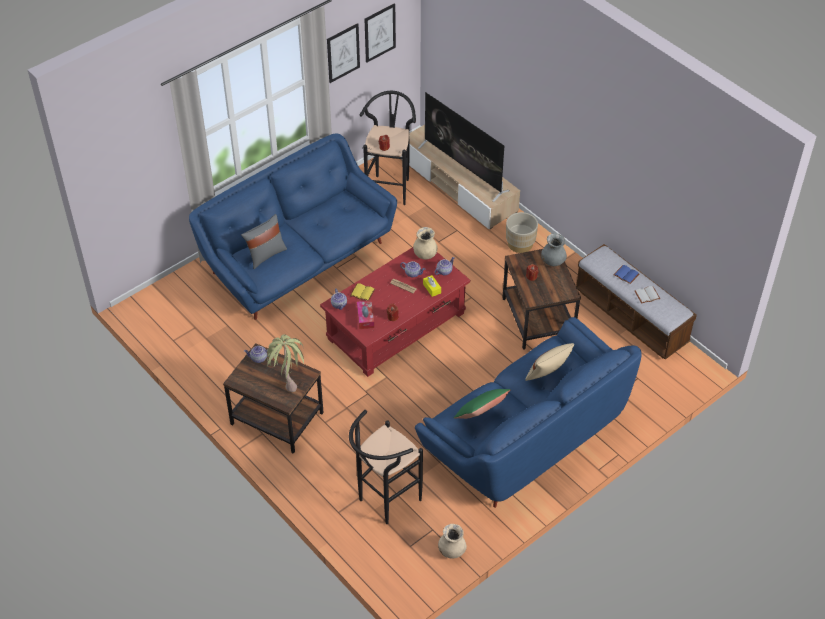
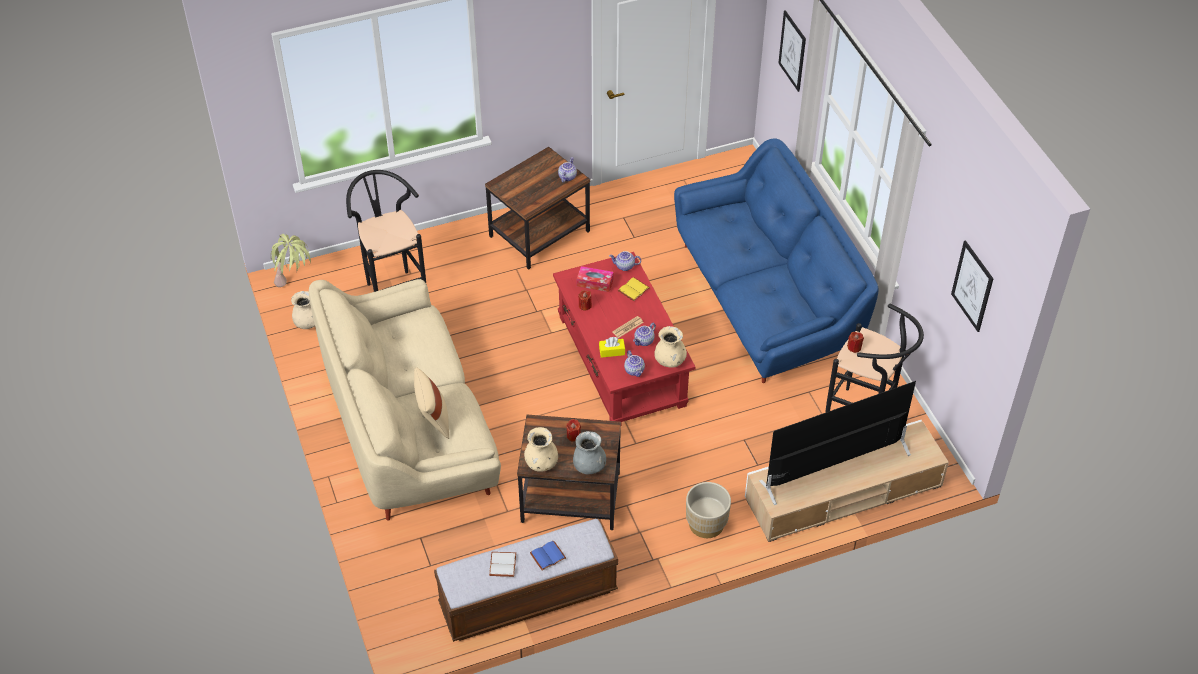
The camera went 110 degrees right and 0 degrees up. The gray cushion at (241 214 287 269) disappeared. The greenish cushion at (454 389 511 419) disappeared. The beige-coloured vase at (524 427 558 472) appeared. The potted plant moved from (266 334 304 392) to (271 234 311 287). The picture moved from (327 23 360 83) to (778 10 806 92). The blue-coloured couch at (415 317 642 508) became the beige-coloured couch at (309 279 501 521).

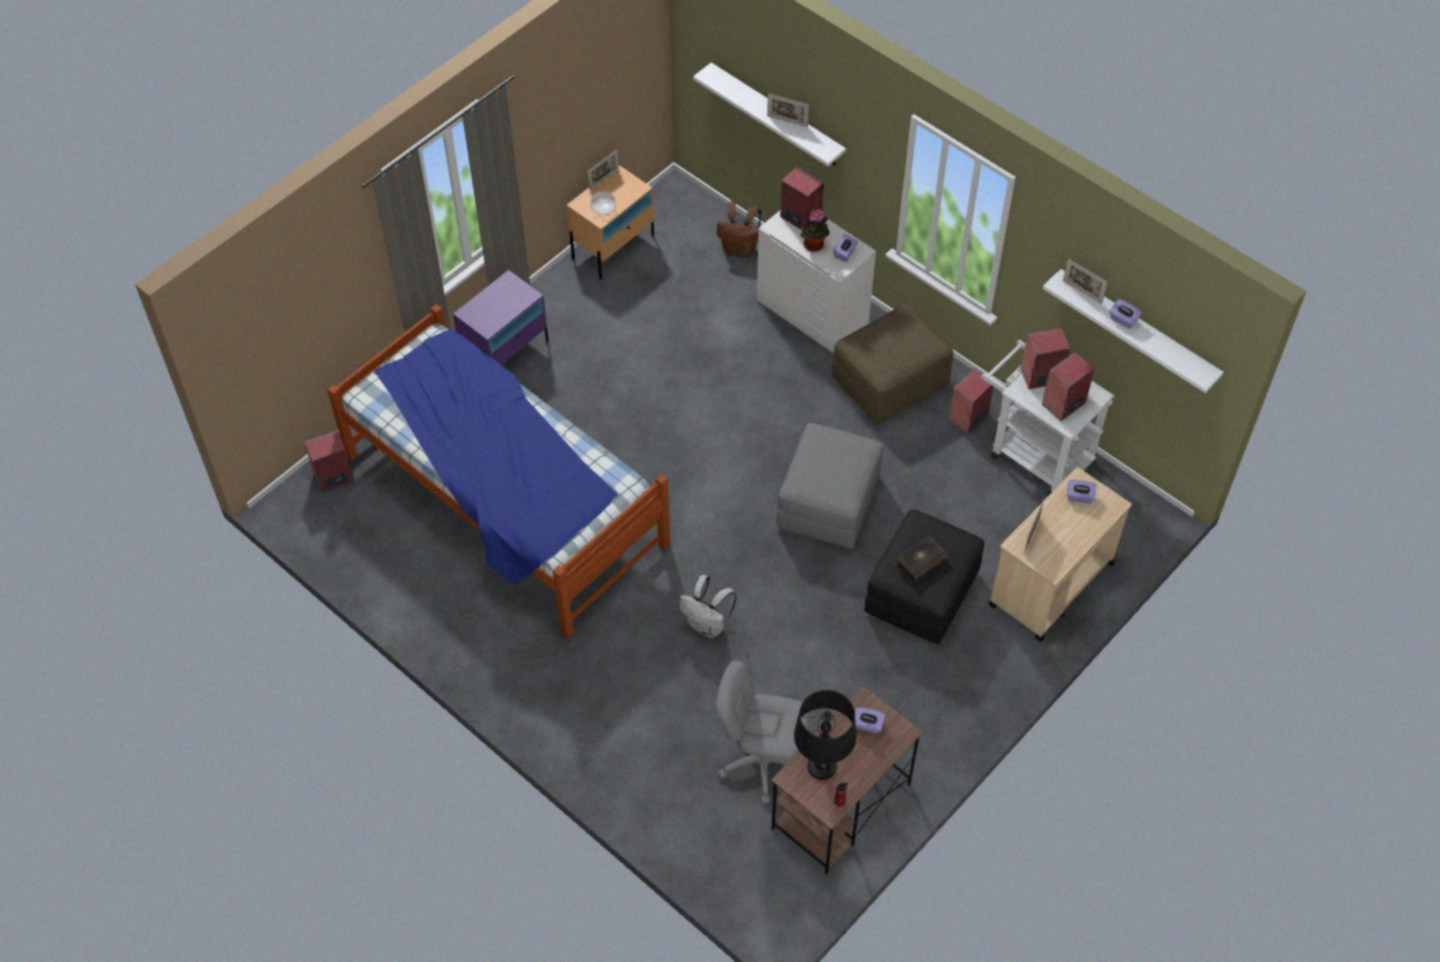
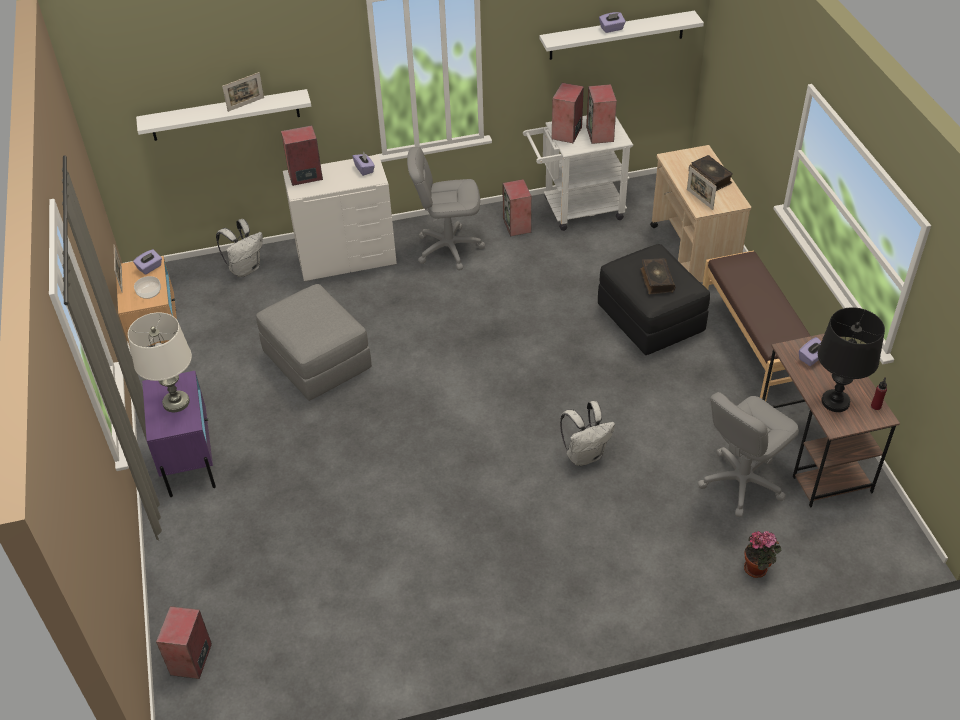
The camera went 55 degrees left and 10 degrees down. The bed at (327 304 670 638) disappeared. The picture frame at (1063 259 1107 304) disappeared. The white table lamp at (128 312 192 412) appeared. The volume at (689 155 733 191) appeared. The brown long seat at (703 251 811 401) appeared. The gray ottoman moved from (776 423 883 549) to (256 284 372 401). The potted plant moved from (800 209 830 252) to (744 531 782 578). The purple-coloured tissue box moved from (1067 480 1096 503) to (133 249 162 275). The brown ottoman at (832 303 953 425) was replaced by the gray desk chair at (407 147 485 270). The brown knapsack at (717 201 762 258) became the white knapsack at (216 219 263 277).

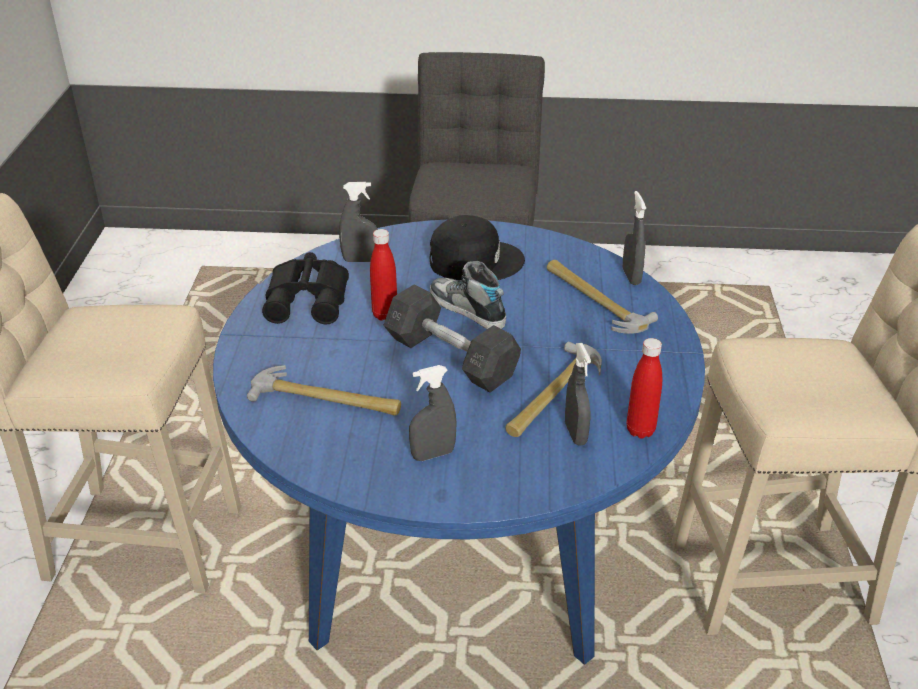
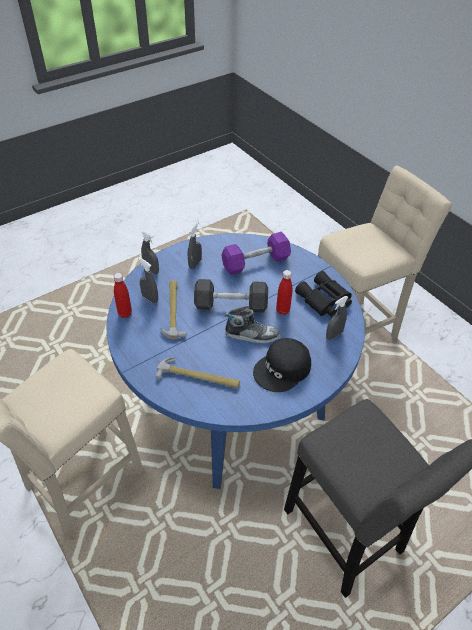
The camera went 140 degrees right and 10 degrees up. The gray sprayer moved from (623 191 646 285) to (141 231 159 274). The hammer at (247 365 401 416) was replaced by the purple-coloured free weight at (221 231 291 275).

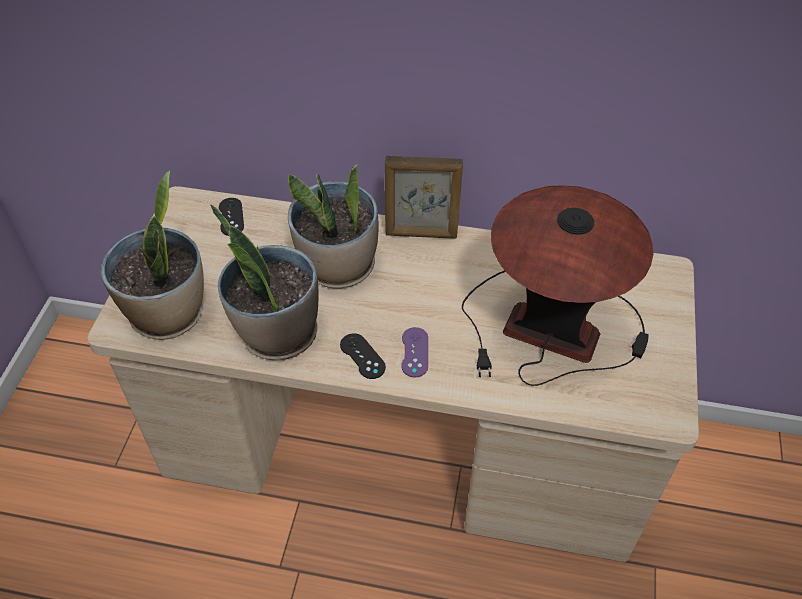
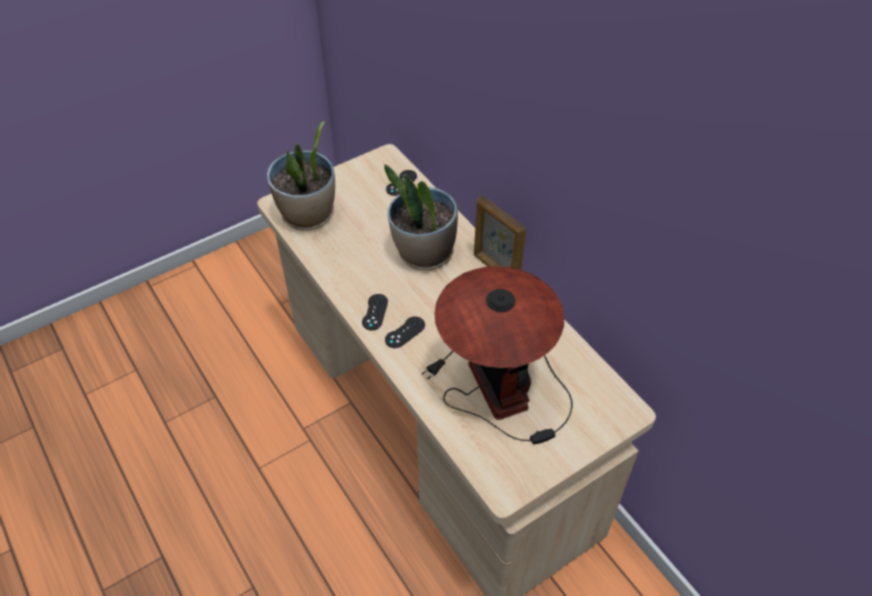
The camera went 45 degrees right and 0 degrees up. The potted plant at (210 204 319 360) disappeared. The purple-coloured game controller at (401 327 428 378) became the black game controller at (385 316 425 348).

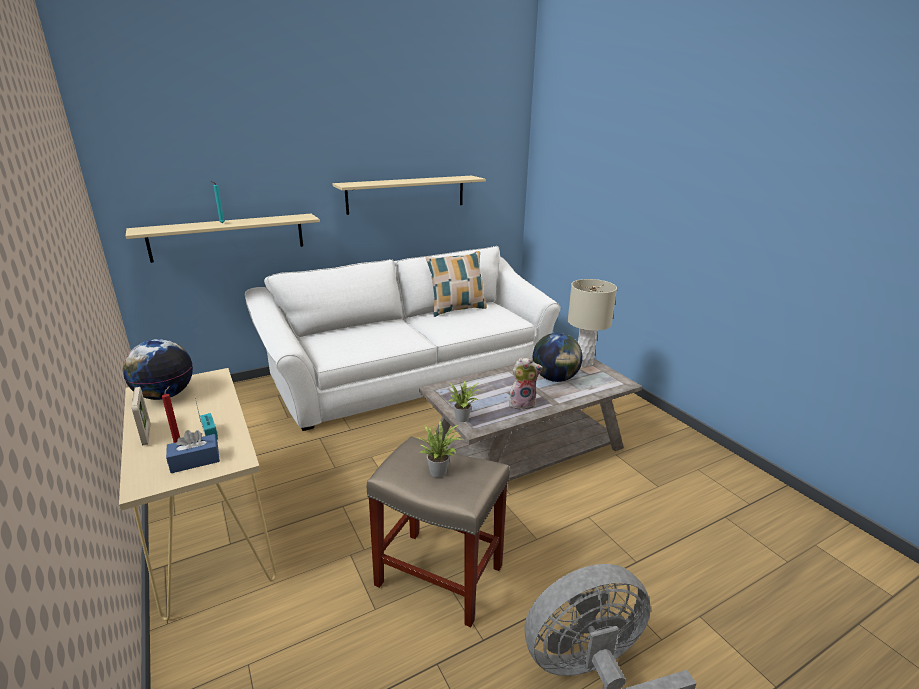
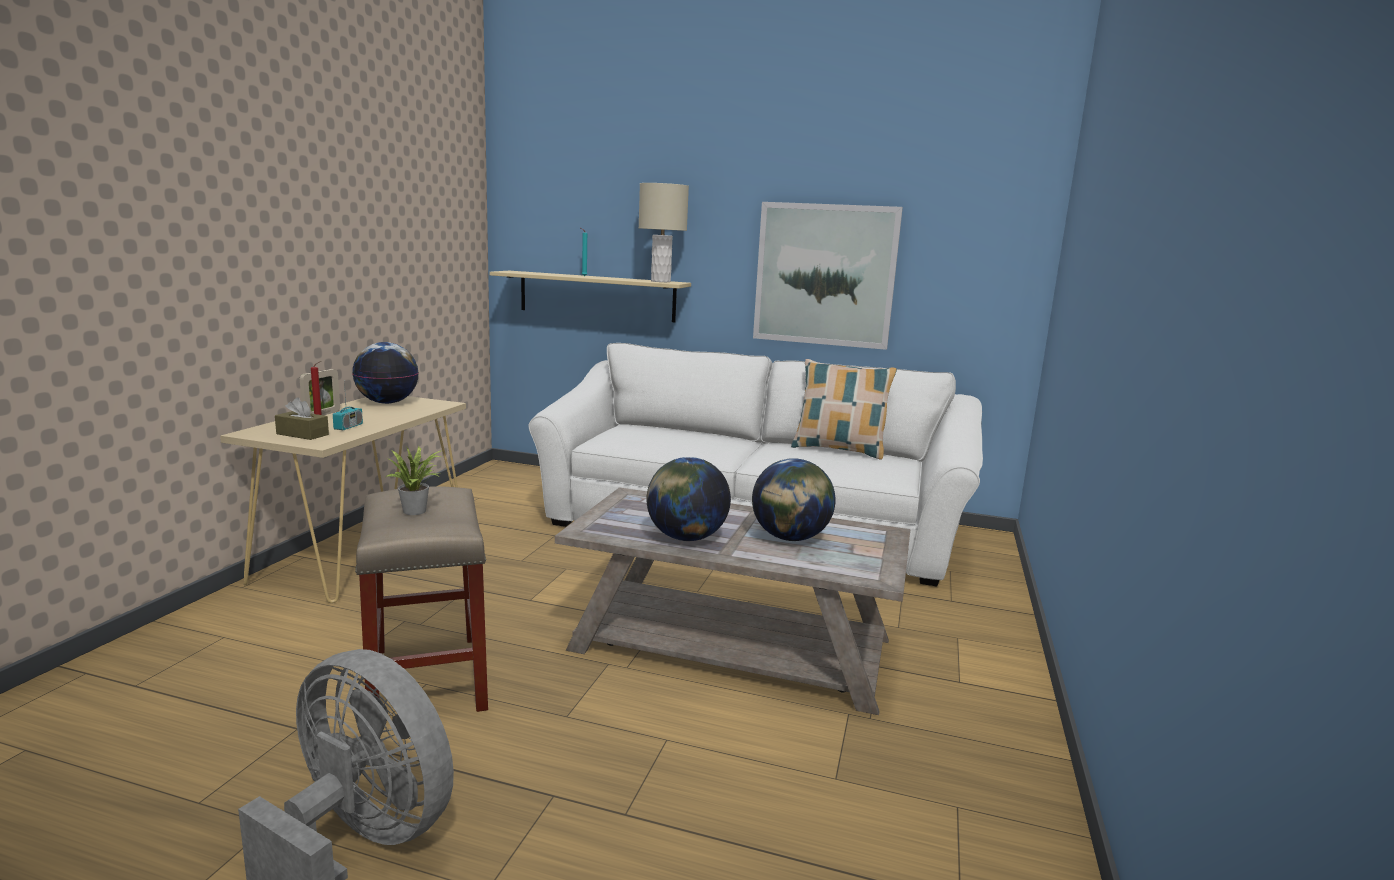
The camera went 45 degrees right and 10 degrees down. The potted plant at (449 380 480 422) disappeared. The beige-coloured table lamp moved from (568 279 617 367) to (639 183 689 282). The beige-coloured wall shelf at (333 176 486 215) was replaced by the picture at (753 202 903 350). The soft toy at (509 357 543 410) was replaced by the desk globe at (646 457 731 541). The blue-coloured tissue box at (166 430 220 473) became the brown tissue box at (275 397 329 440).

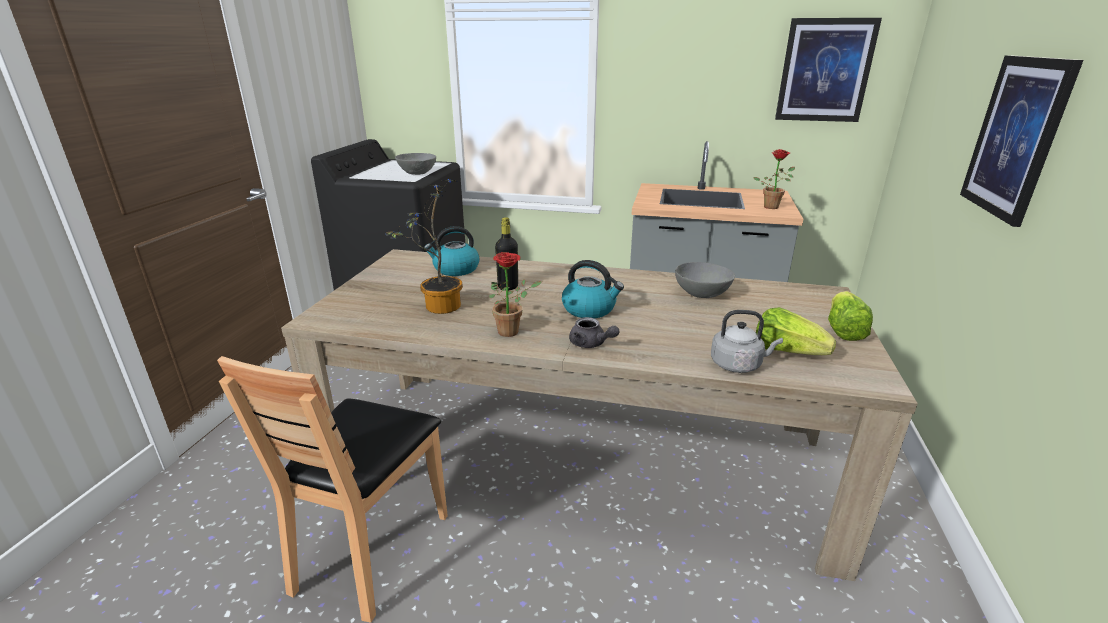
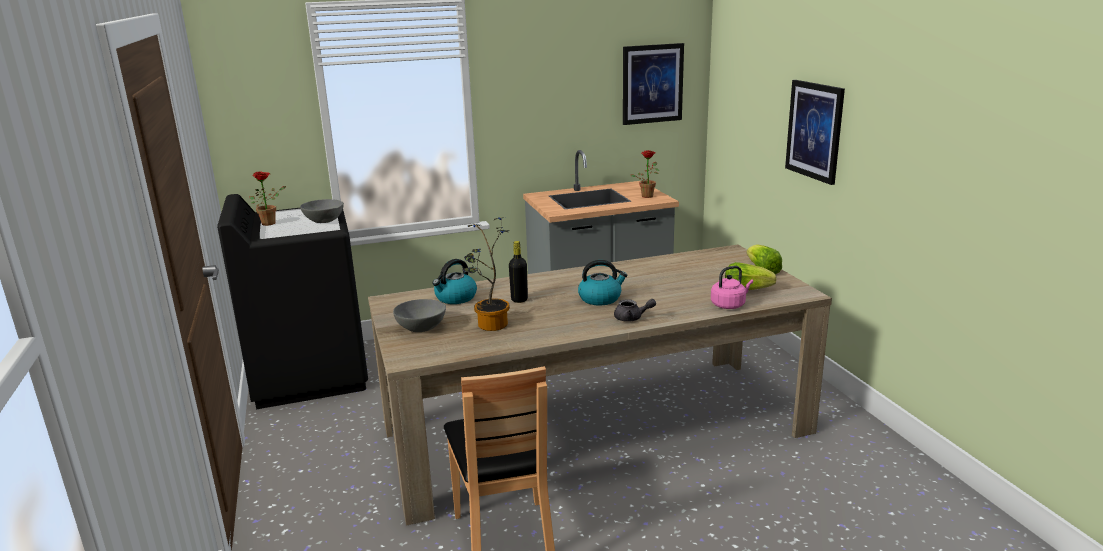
The camera went 30 degrees left and 5 degrees down. The potted plant moved from (489 252 542 337) to (250 171 286 226). The gray serving bowl moved from (675 262 735 298) to (393 299 446 332). The gray water kettle at (711 310 783 373) became the pink water kettle at (711 266 753 309).

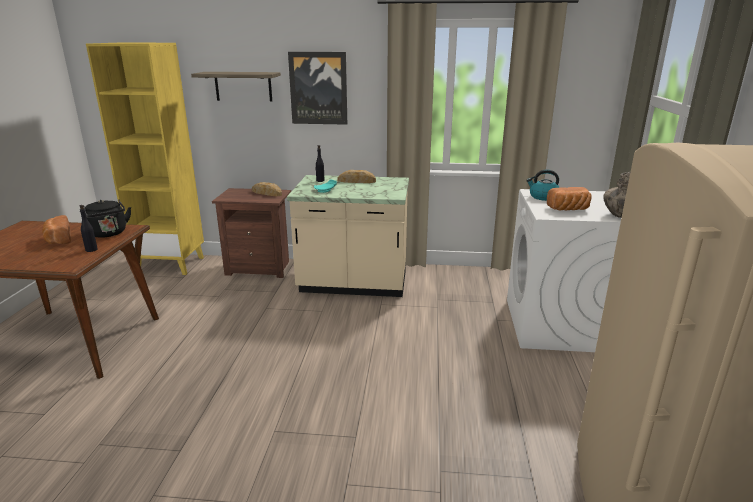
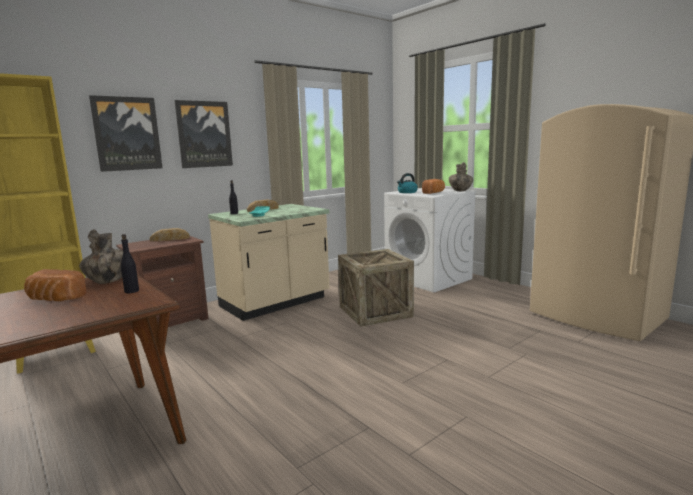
The camera went 45 degrees left and 10 degrees down. The crate at (338 249 414 327) appeared. The black water kettle at (83 199 131 238) was replaced by the vase at (79 229 123 284). The wall shelf at (191 72 281 101) was replaced by the picture at (89 95 162 172).

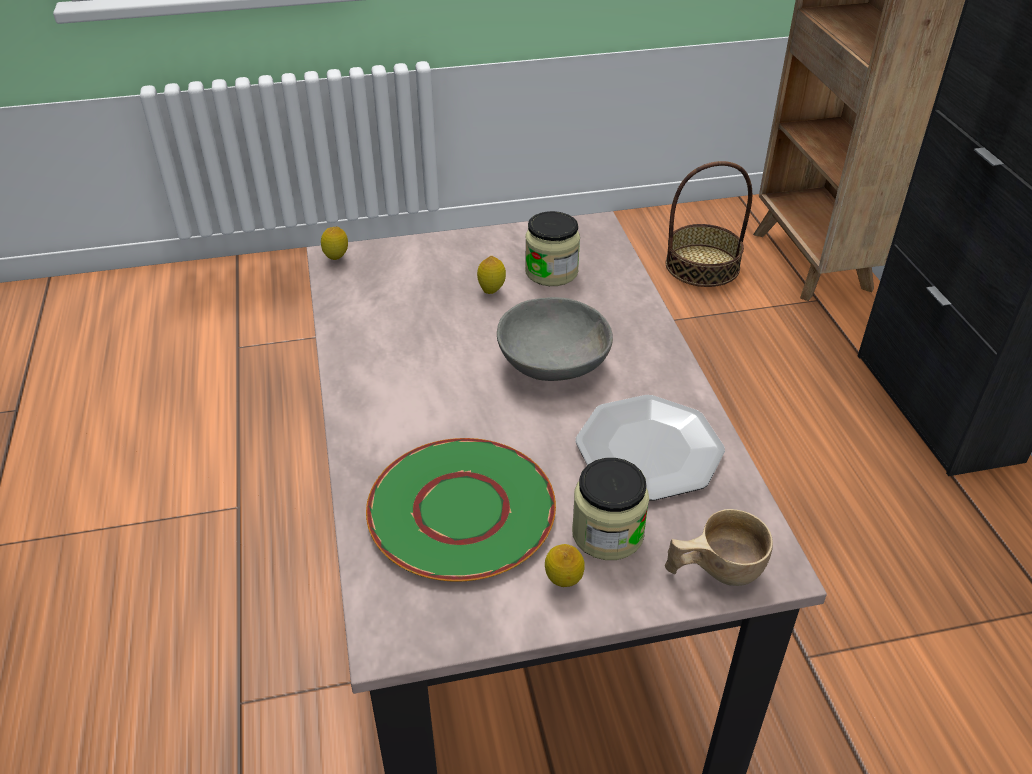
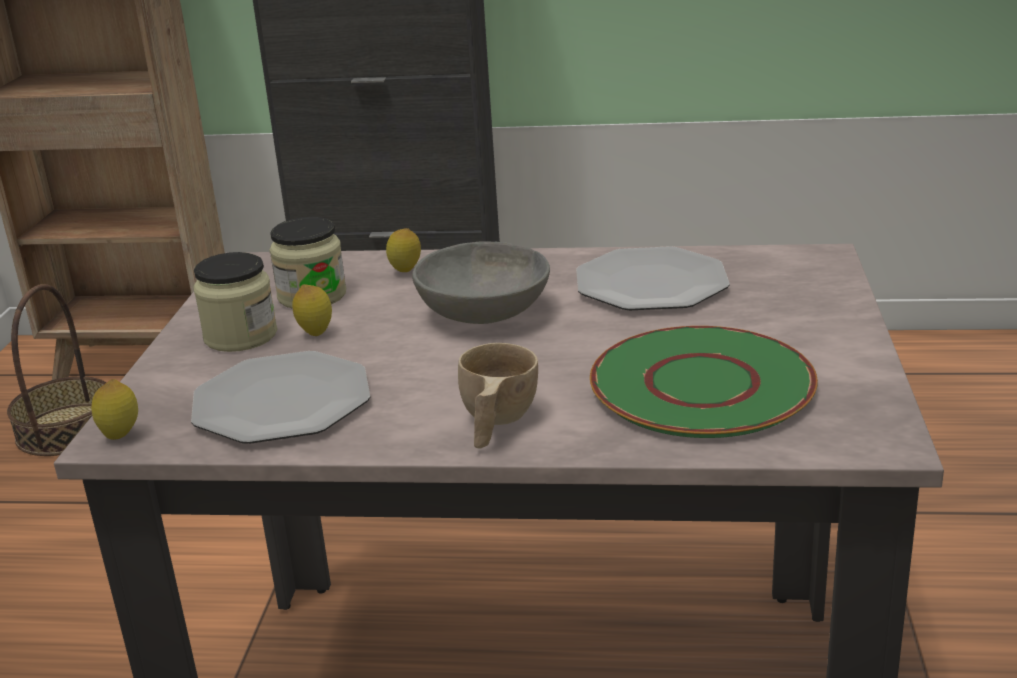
The camera went 70 degrees left and 15 degrees down. The flat dish at (191 351 370 444) appeared. The lemon moved from (545 544 585 587) to (386 228 421 272). The storage jar moved from (572 458 649 560) to (193 252 277 352). The beige-coloured drinking cup moved from (665 509 773 586) to (458 343 538 449).

